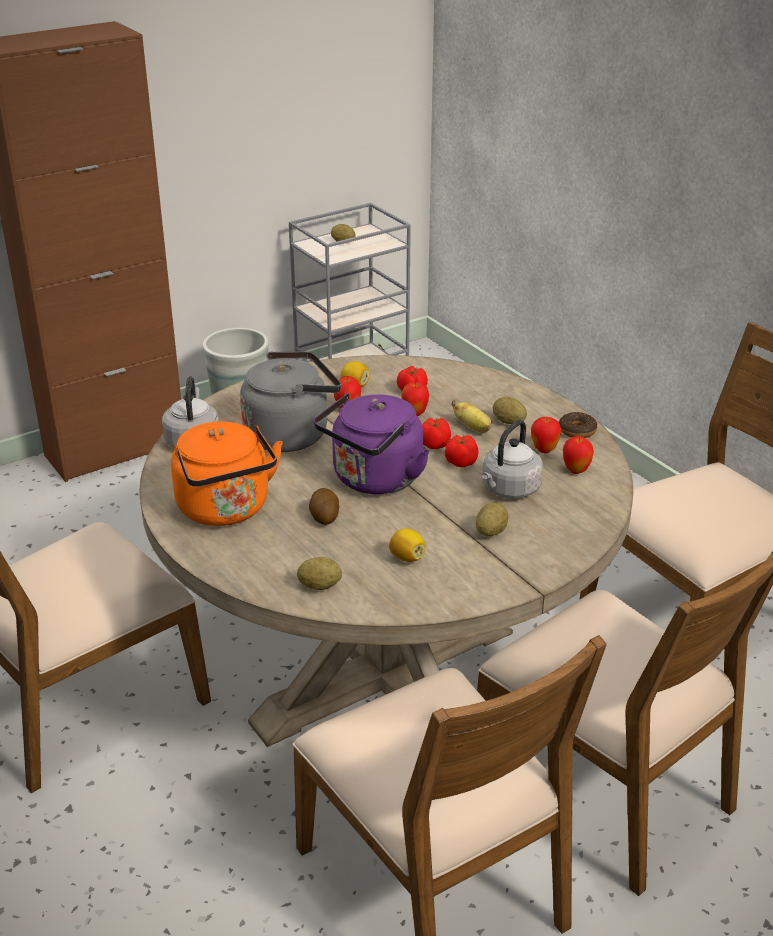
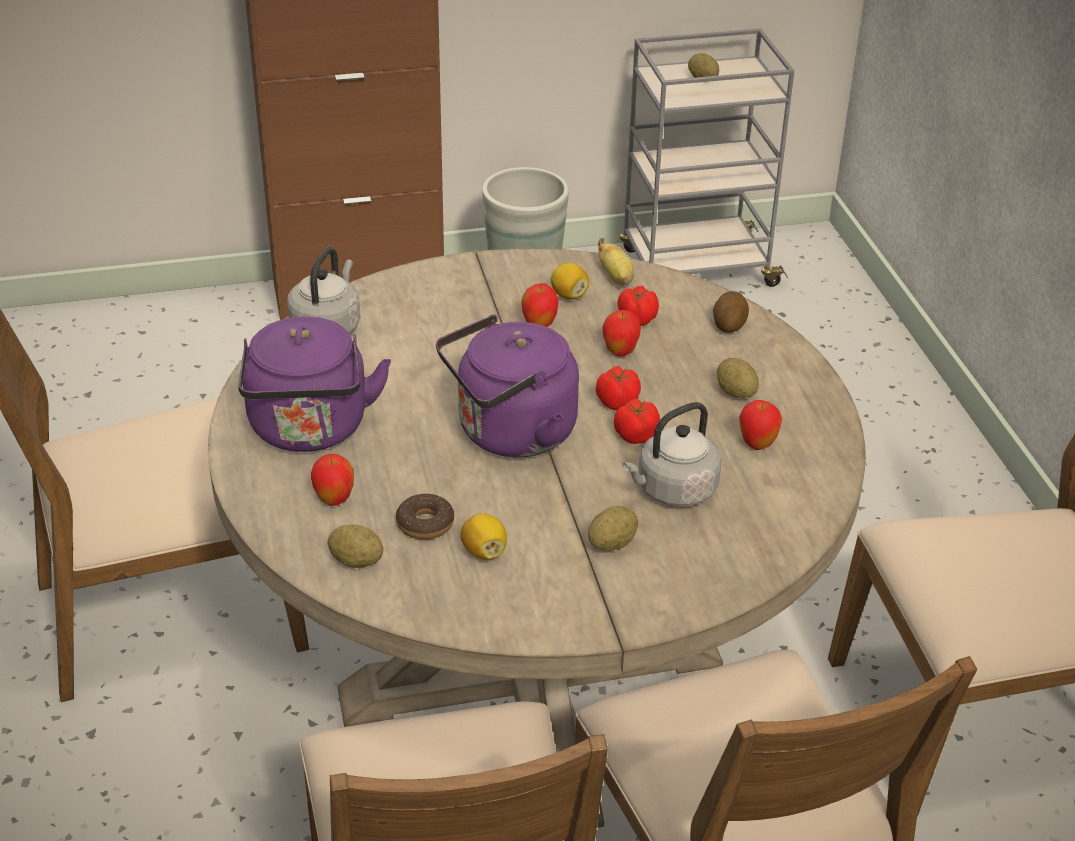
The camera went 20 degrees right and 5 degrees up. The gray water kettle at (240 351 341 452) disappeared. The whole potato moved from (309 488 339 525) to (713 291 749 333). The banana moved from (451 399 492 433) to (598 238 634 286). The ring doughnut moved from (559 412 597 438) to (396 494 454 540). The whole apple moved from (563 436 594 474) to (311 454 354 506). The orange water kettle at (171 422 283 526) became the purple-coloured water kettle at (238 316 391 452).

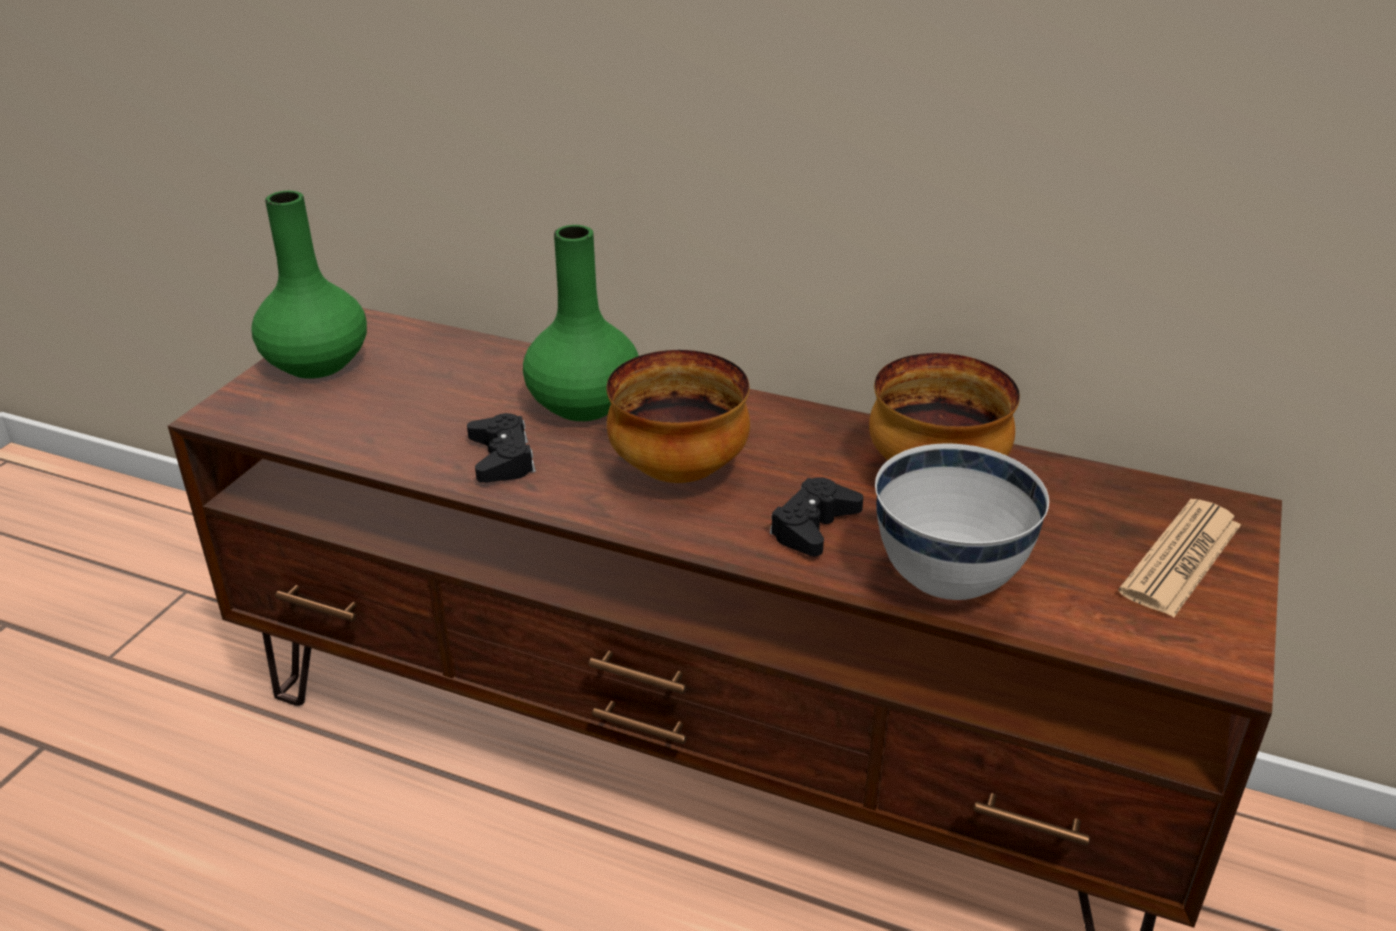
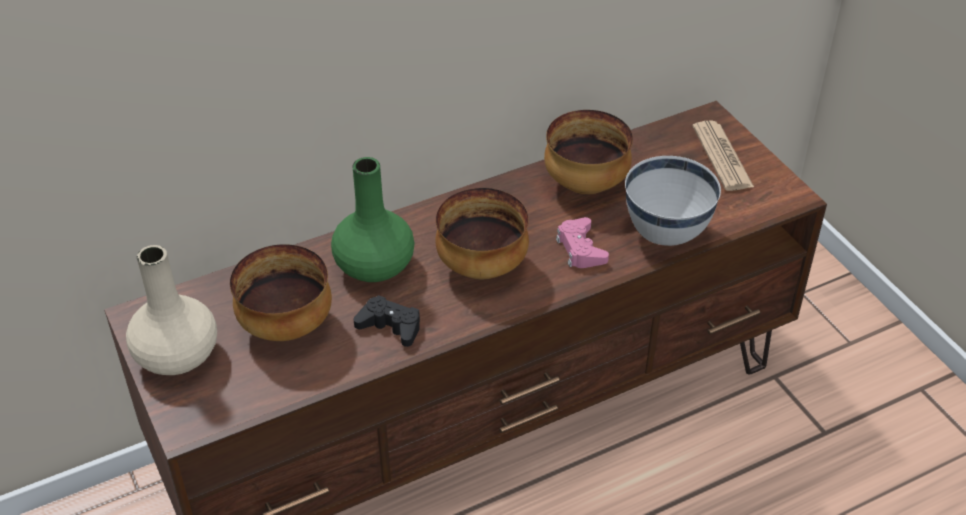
The camera went 50 degrees left and 10 degrees up. The serving bowl at (230 244 332 341) appeared. The greenish vase at (251 191 367 379) became the beige-coloured vase at (126 245 217 375). The black game controller at (770 477 863 556) became the pink game controller at (556 217 609 268).

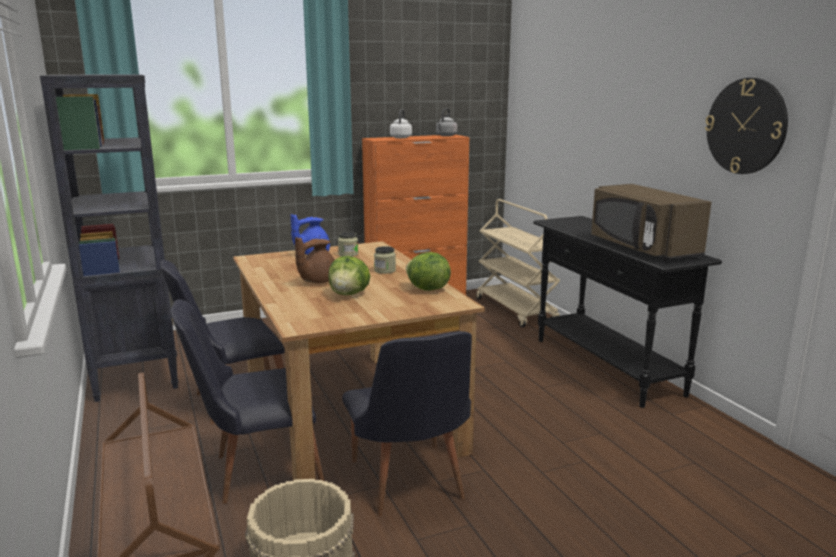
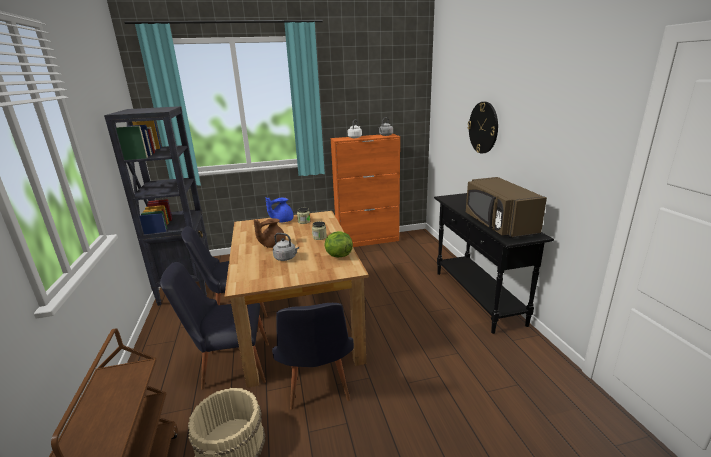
The camera went 10 degrees right and 5 degrees up. The beige-coloured wheeled cart at (476 199 560 327) disappeared. The wall clock moved from (705 78 788 174) to (467 102 498 153). The head of lettuce at (328 256 371 295) was replaced by the gray water kettle at (273 233 299 261).

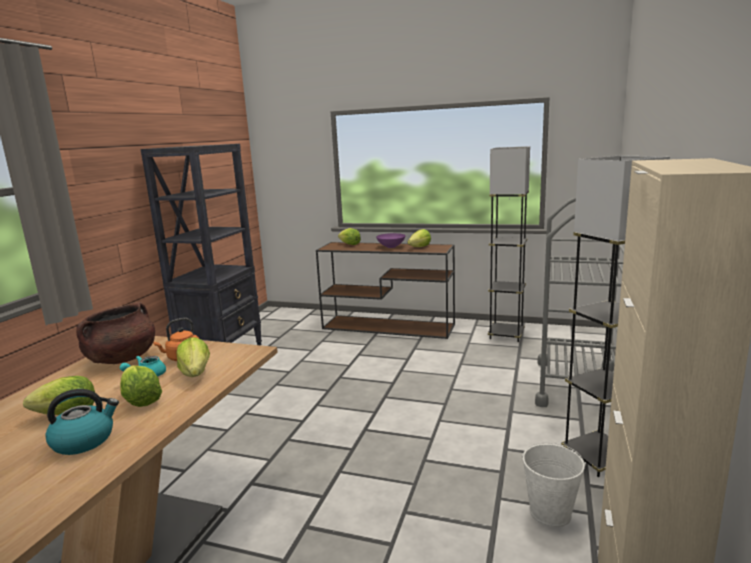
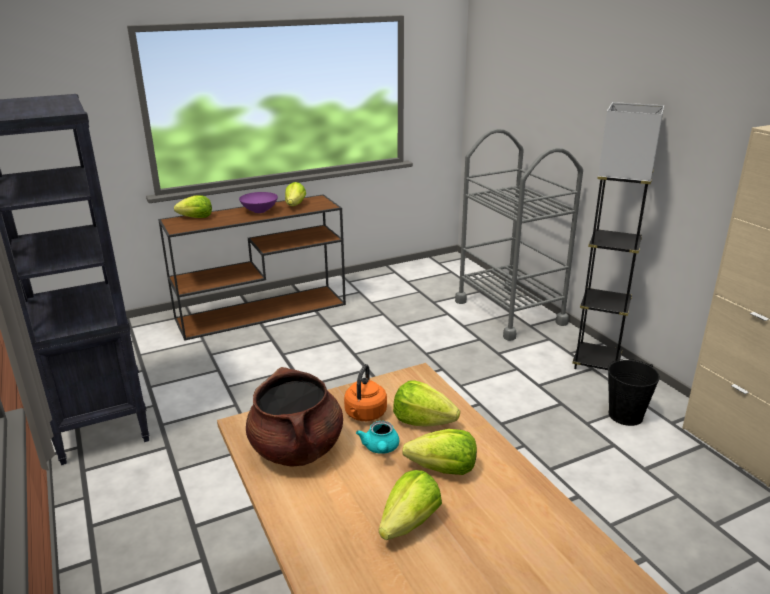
The camera went 45 degrees left and 10 degrees up. The water kettle at (45 389 119 455) disappeared. The gray floor lamp at (488 146 530 342) disappeared. The white water bucket at (522 442 586 527) became the black water bucket at (608 359 660 426).

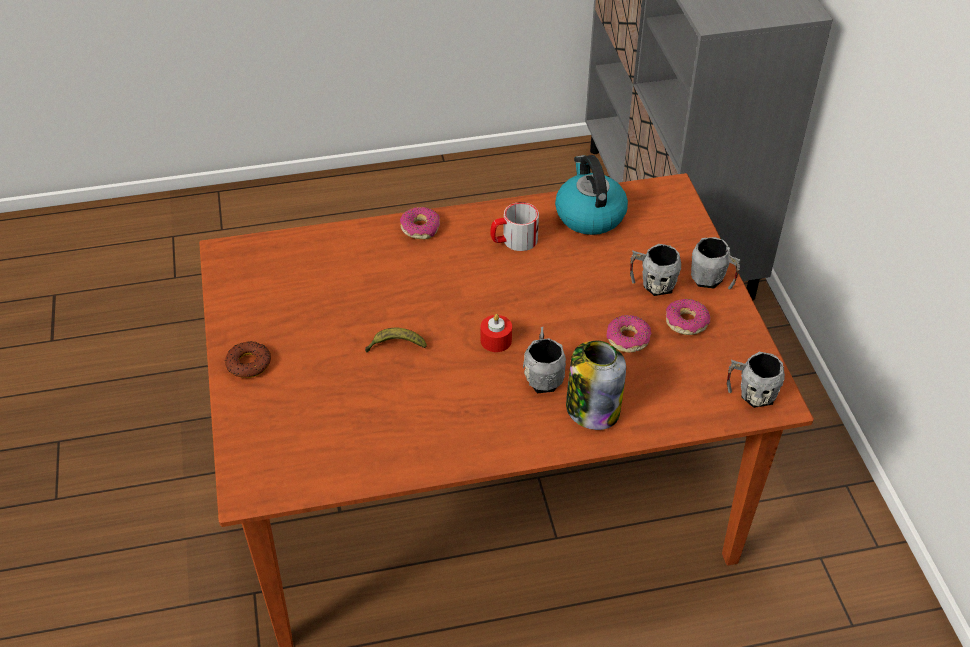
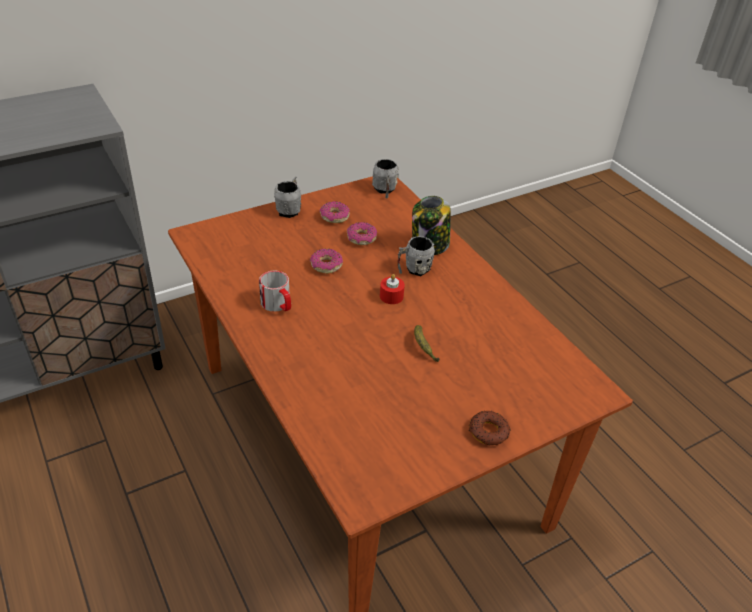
The camera went 110 degrees left and 5 degrees down. The water kettle at (555 155 628 235) disappeared. The gray coffee mug at (630 244 681 296) disappeared. The ring doughnut moved from (400 207 440 240) to (310 249 343 274).

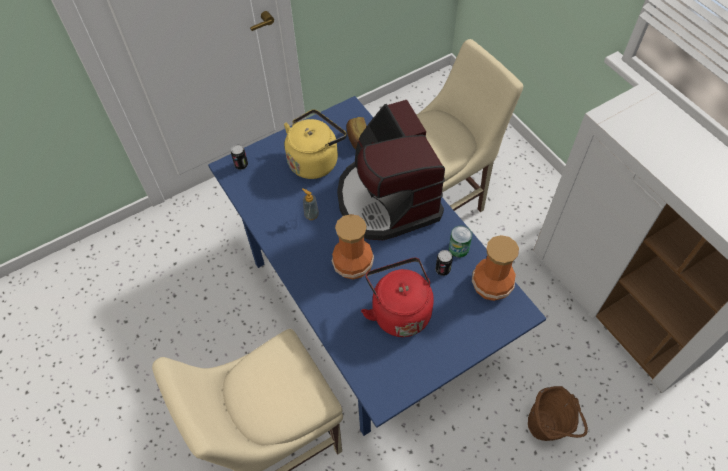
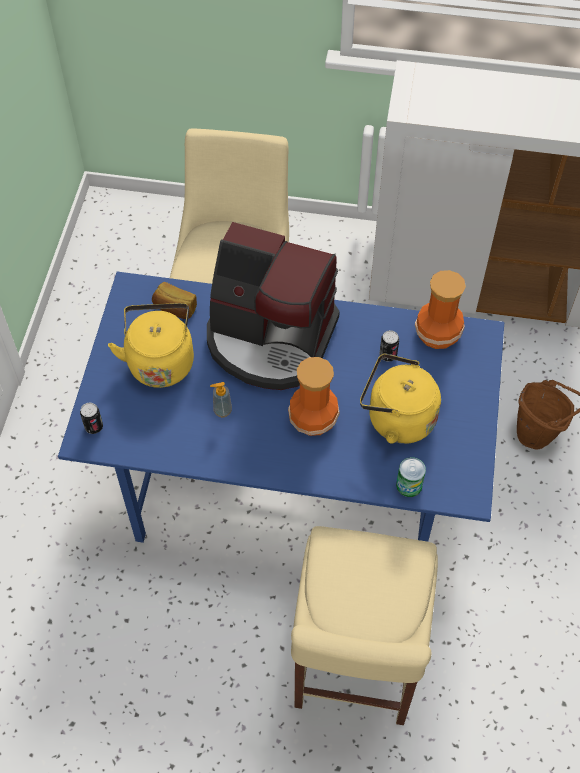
The camera went 50 degrees left and 0 degrees up. The sealed can moved from (449 226 472 258) to (396 457 426 497). The reddish water kettle at (361 258 434 337) became the yellow-coloured water kettle at (360 353 441 444).

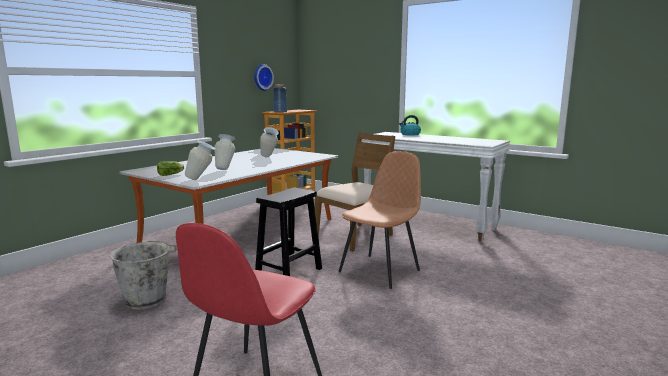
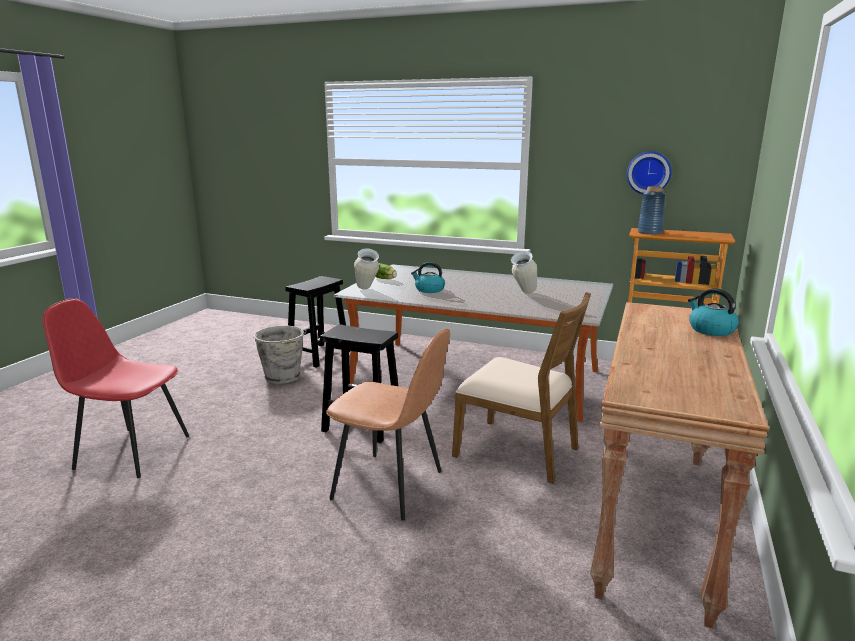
The camera went 75 degrees right and 5 degrees up. The black sitting stool at (285 276 350 368) appeared. The vase at (214 134 235 170) was replaced by the water kettle at (411 262 445 293). The white narrow table at (361 132 510 242) became the brown narrow table at (590 302 769 628).

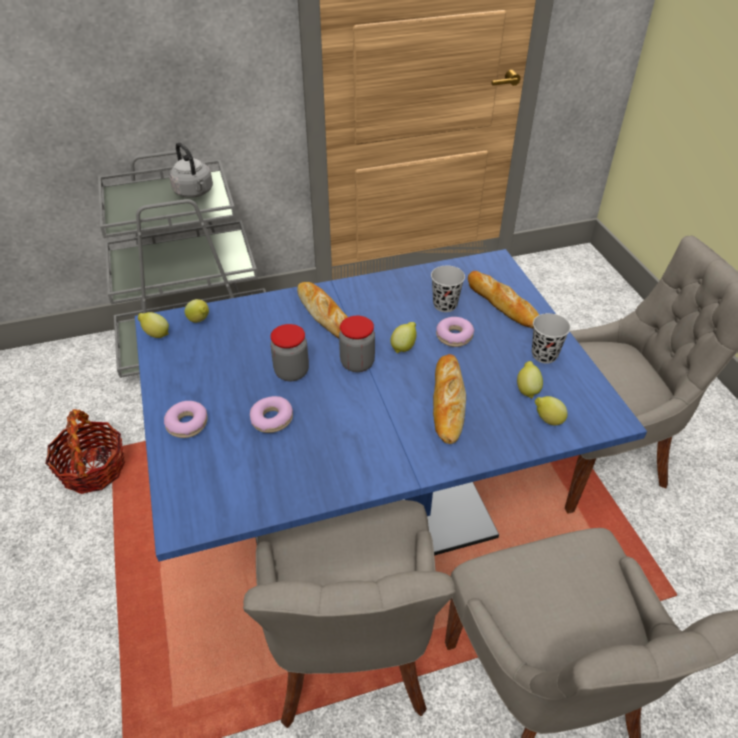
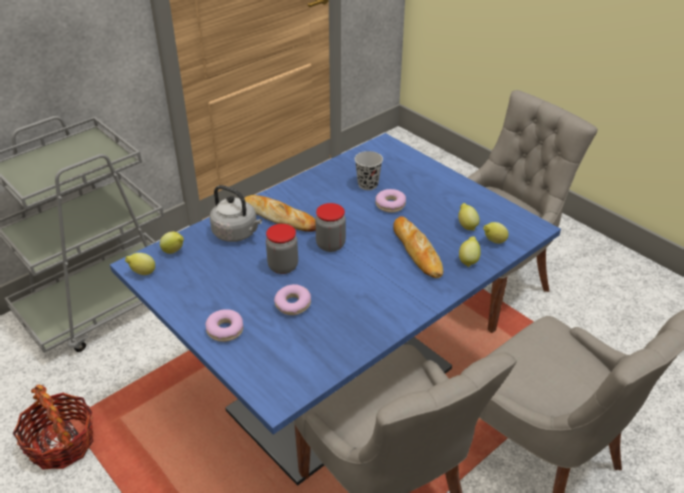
The camera went 25 degrees left and 5 degrees down. The bread at (468 271 539 328) disappeared. The black drinking cup at (532 313 571 364) disappeared. The gray water kettle moved from (169 142 213 198) to (210 185 262 242). The lemon moved from (391 322 417 353) to (459 236 481 267).

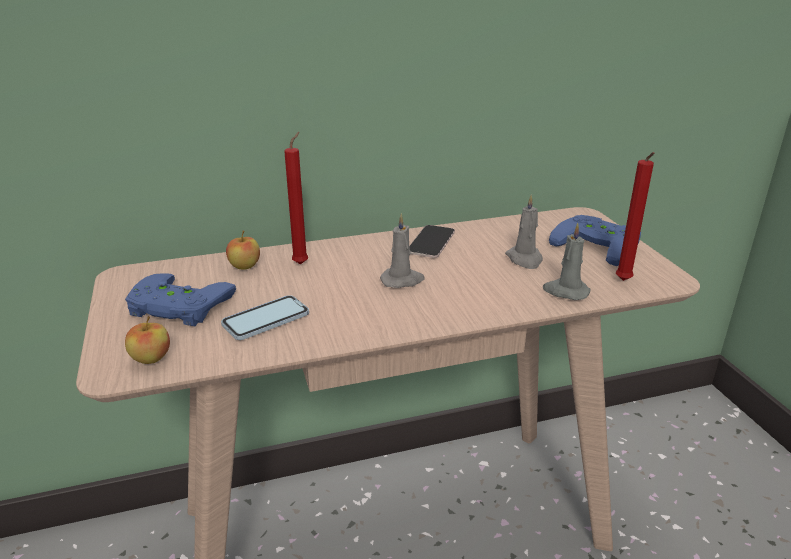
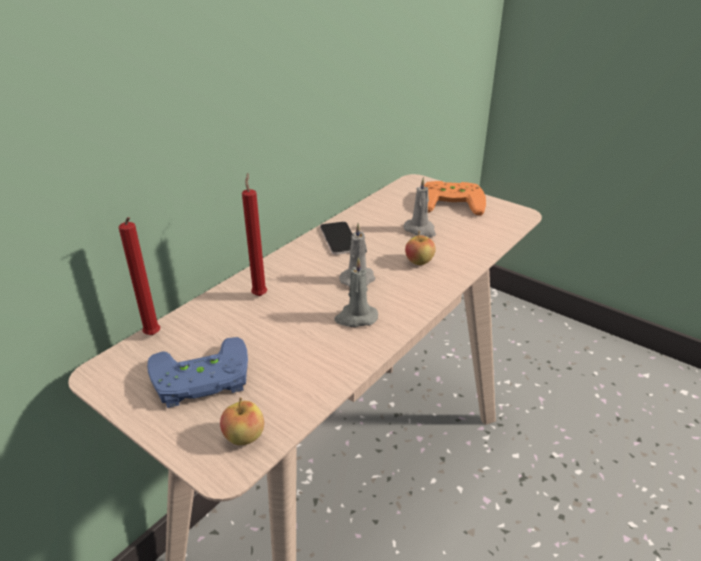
The camera went 35 degrees left and 5 degrees up. The handset at (221 295 309 340) disappeared. The whole apple moved from (226 231 260 270) to (405 231 436 265). The gray candle moved from (543 223 591 300) to (334 257 378 327). The reddish candle moved from (616 152 654 281) to (119 217 160 335). The blue-coloured game controller at (549 215 641 266) became the orange game controller at (424 181 486 215).

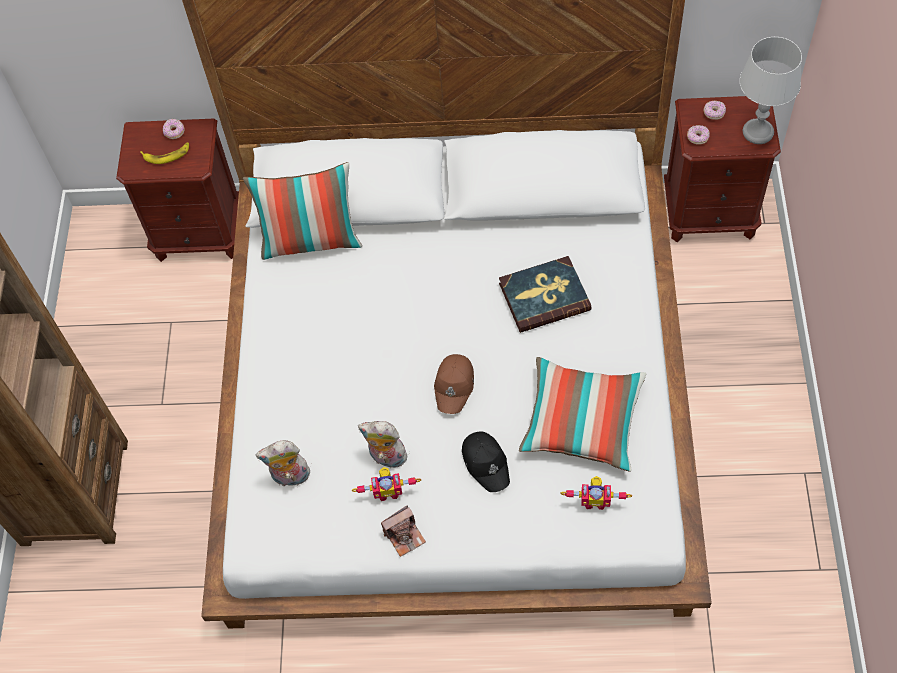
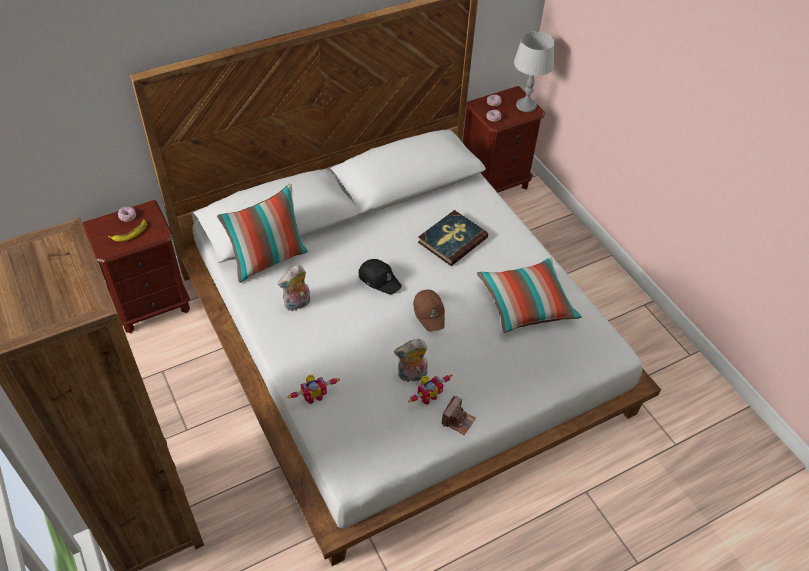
The camera went 35 degrees left and 10 degrees down. The soft toy moved from (256 440 310 486) to (278 265 310 311). The black peaked cap moved from (462 431 510 492) to (358 259 402 294). The robot figure moved from (561 476 632 510) to (287 375 340 404).

